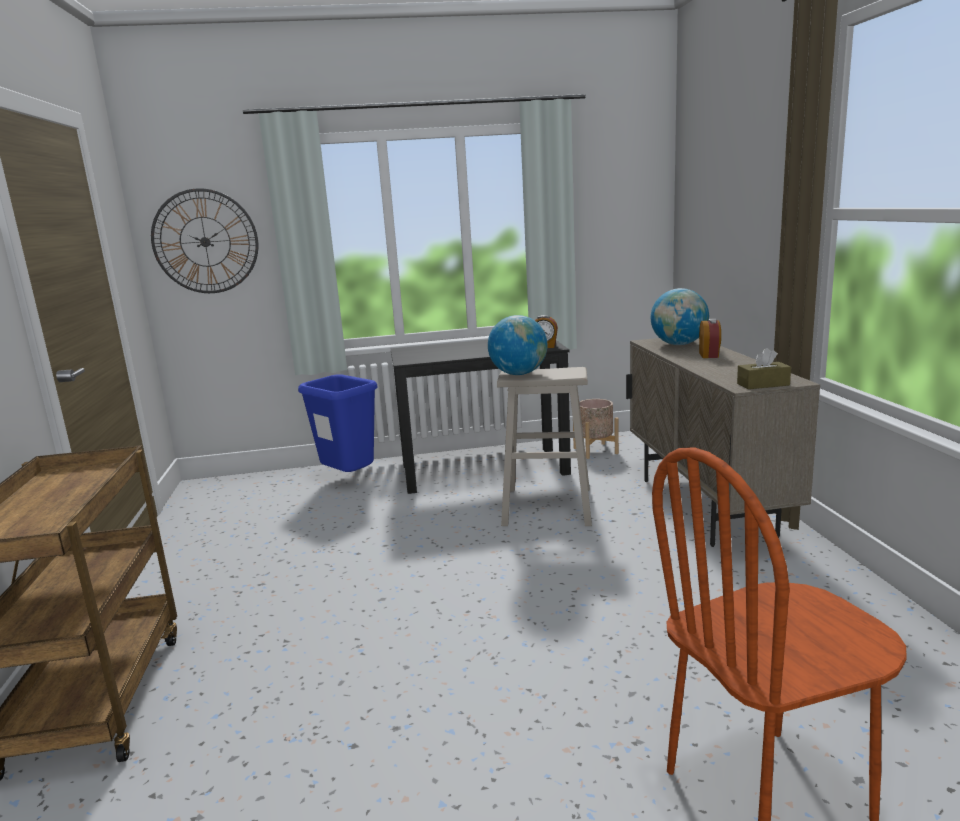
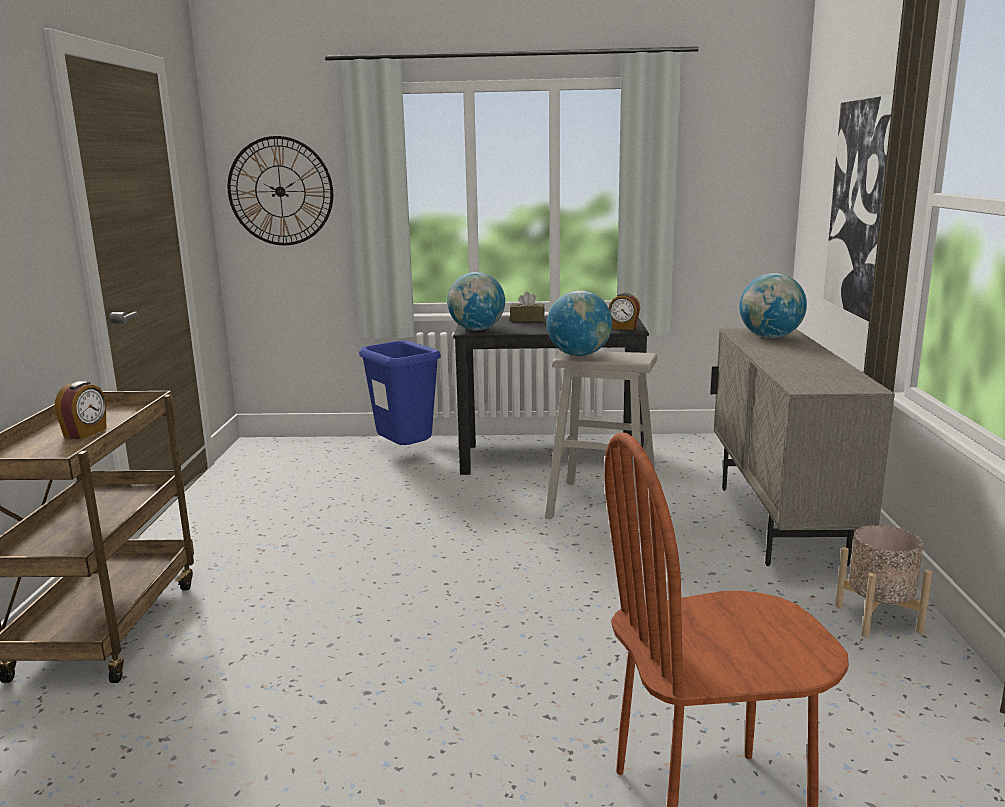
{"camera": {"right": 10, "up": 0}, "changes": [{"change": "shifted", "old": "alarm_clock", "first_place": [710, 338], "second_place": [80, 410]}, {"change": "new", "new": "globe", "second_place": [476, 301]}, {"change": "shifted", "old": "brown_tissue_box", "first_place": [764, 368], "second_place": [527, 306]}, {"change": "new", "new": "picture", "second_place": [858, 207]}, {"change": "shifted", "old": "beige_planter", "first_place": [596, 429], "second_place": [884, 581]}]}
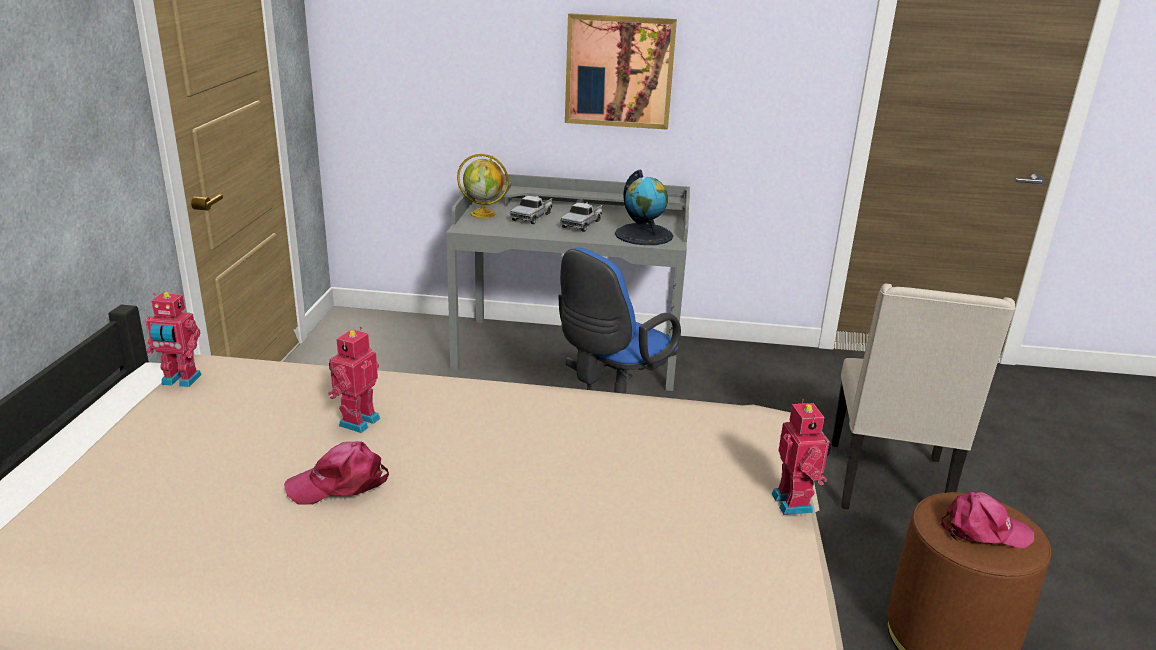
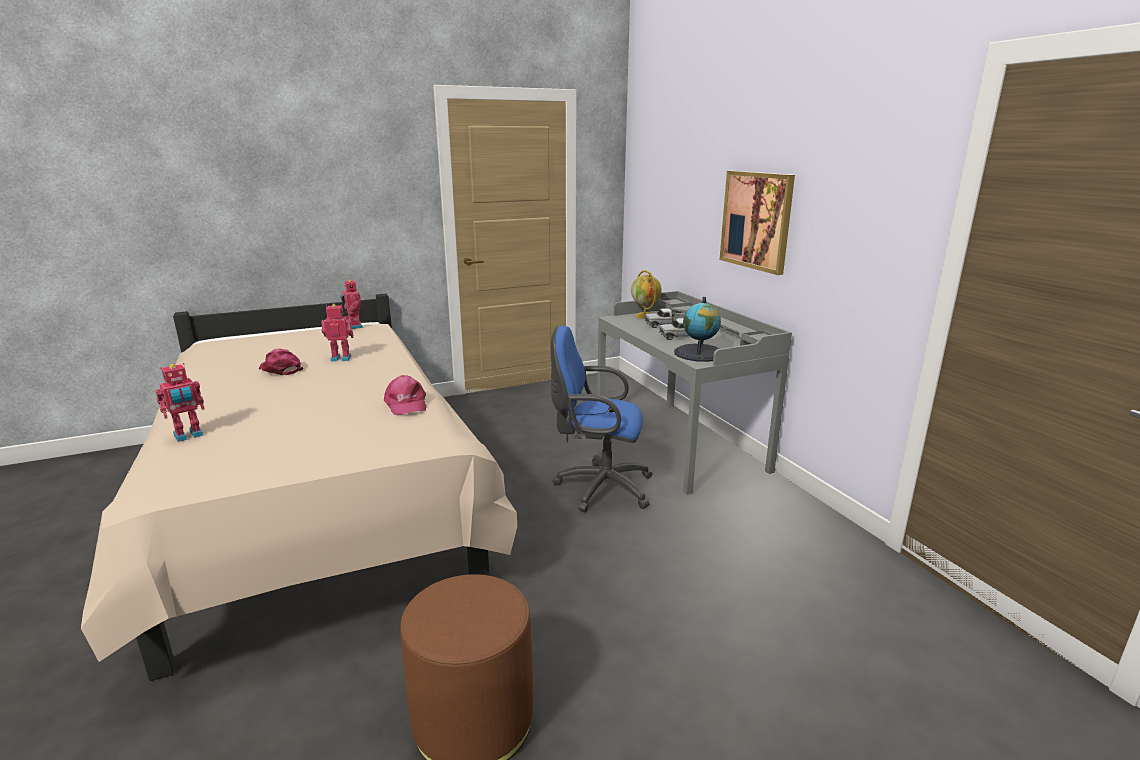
{"camera": {"right": 60, "up": -5}, "changes": [{"change": "shifted", "old": "toy_robot", "first_place": [802, 457], "second_place": [180, 402]}, {"change": "shifted", "old": "pink_cap", "first_place": [987, 520], "second_place": [405, 395]}, {"change": "gone", "old": "beige_chair", "first_place": [923, 396]}]}
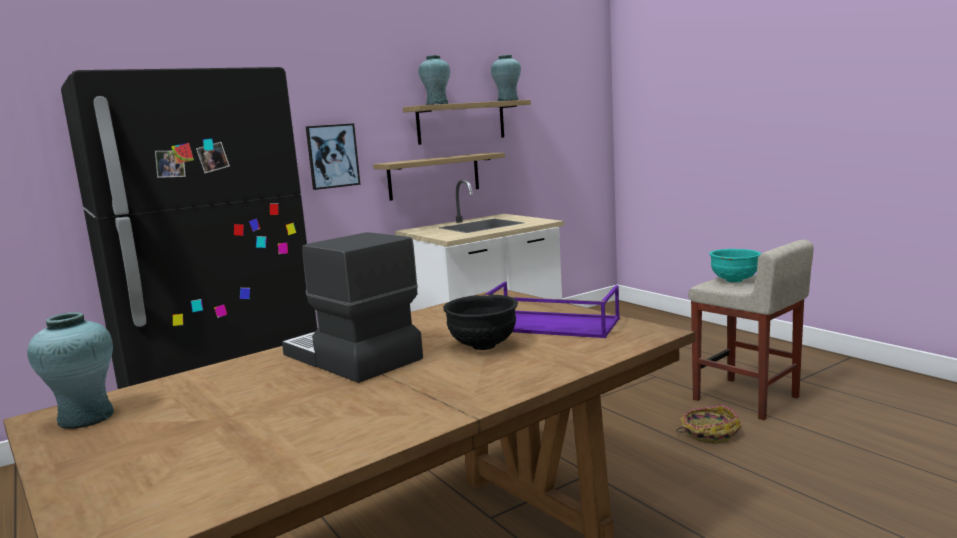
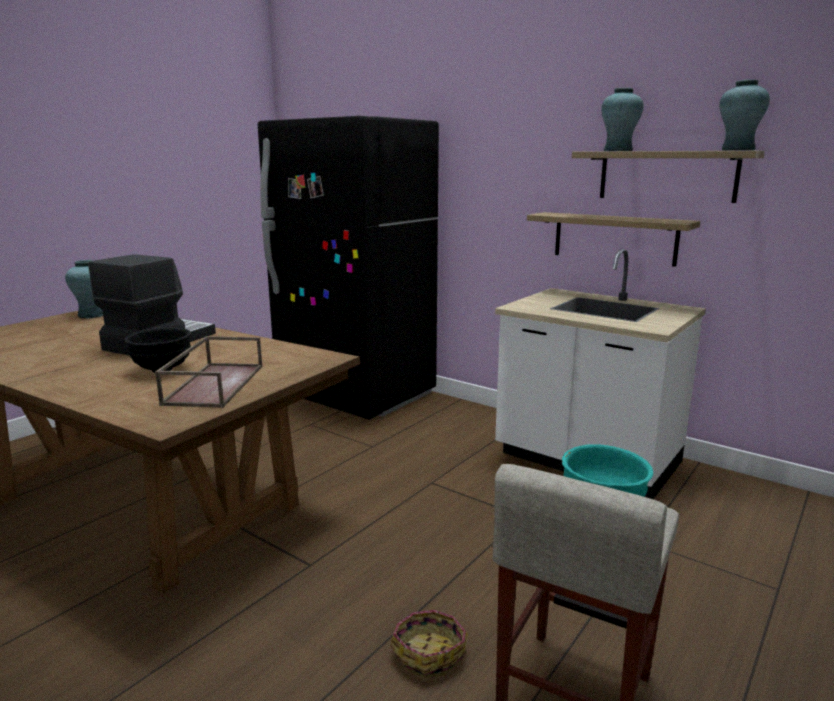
{"camera": {"right": 70, "up": 5}, "changes": [{"change": "repainted", "old": "purple_tray", "new": "brown_tray", "first_place": [552, 310], "second_place": [209, 372]}, {"change": "gone", "old": "picture", "first_place": [333, 156]}]}
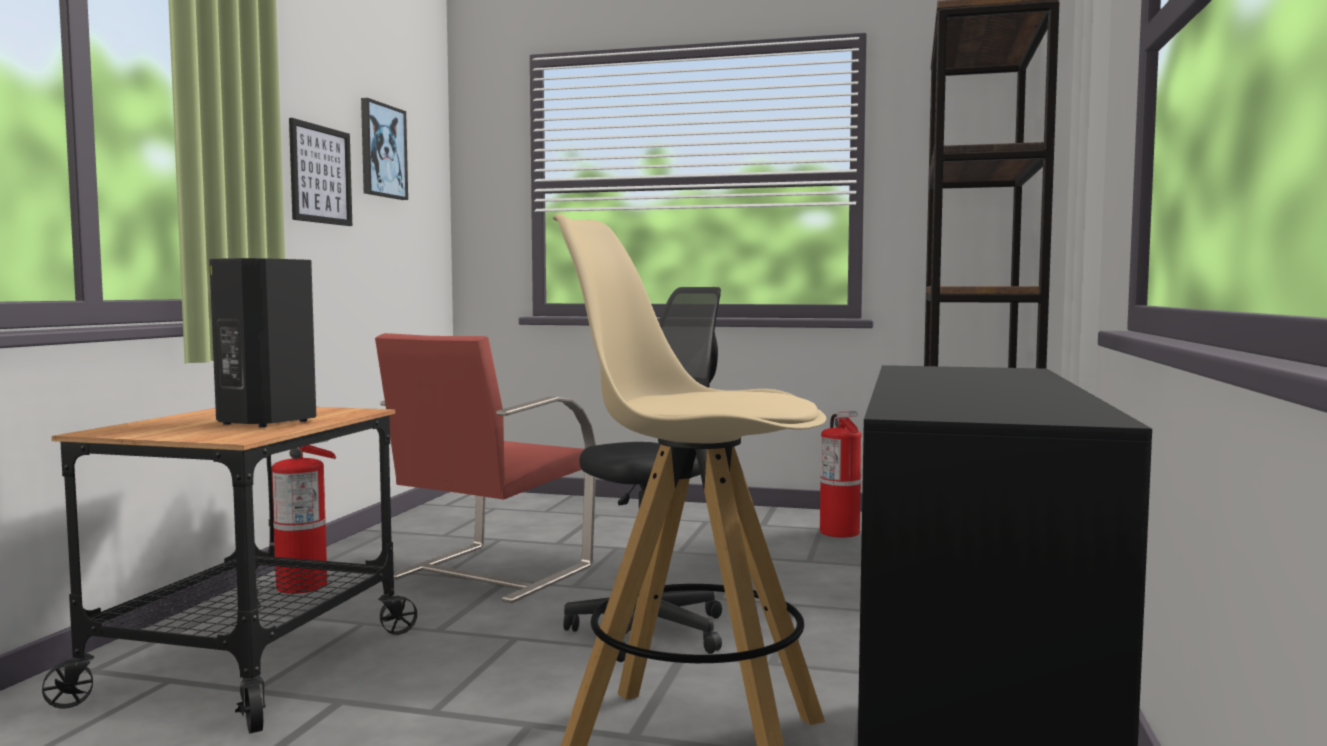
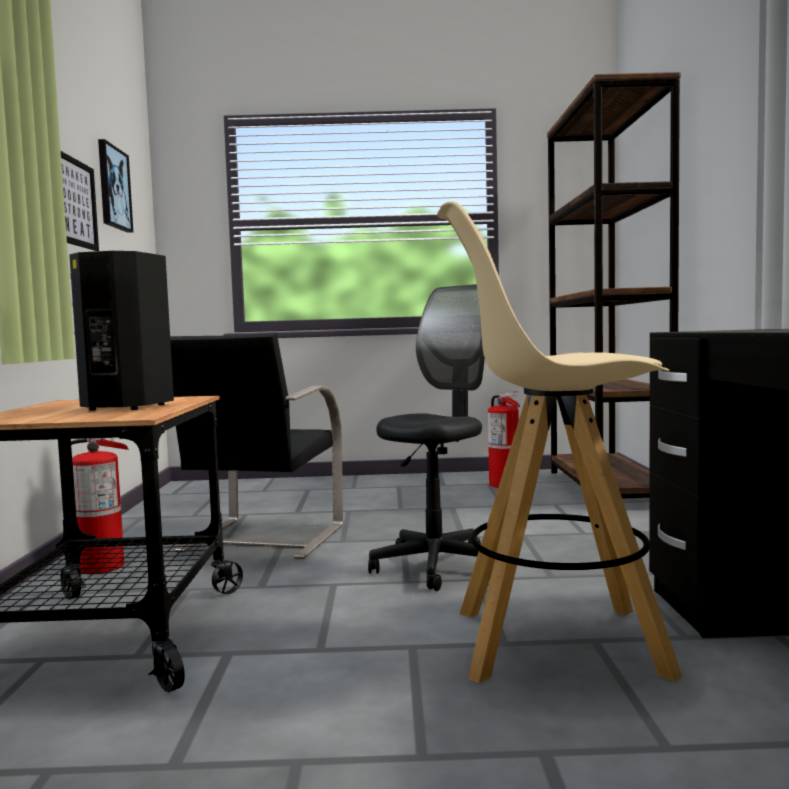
{"camera": {"right": -15, "up": 0}, "changes": [{"change": "repainted", "old": "red_chair", "new": "black_chair", "first_place": [485, 468], "second_place": [256, 446]}]}
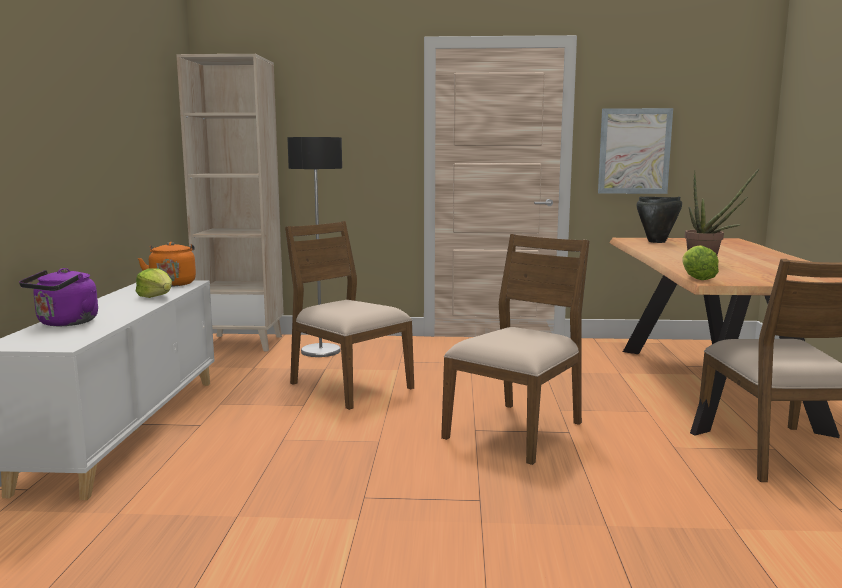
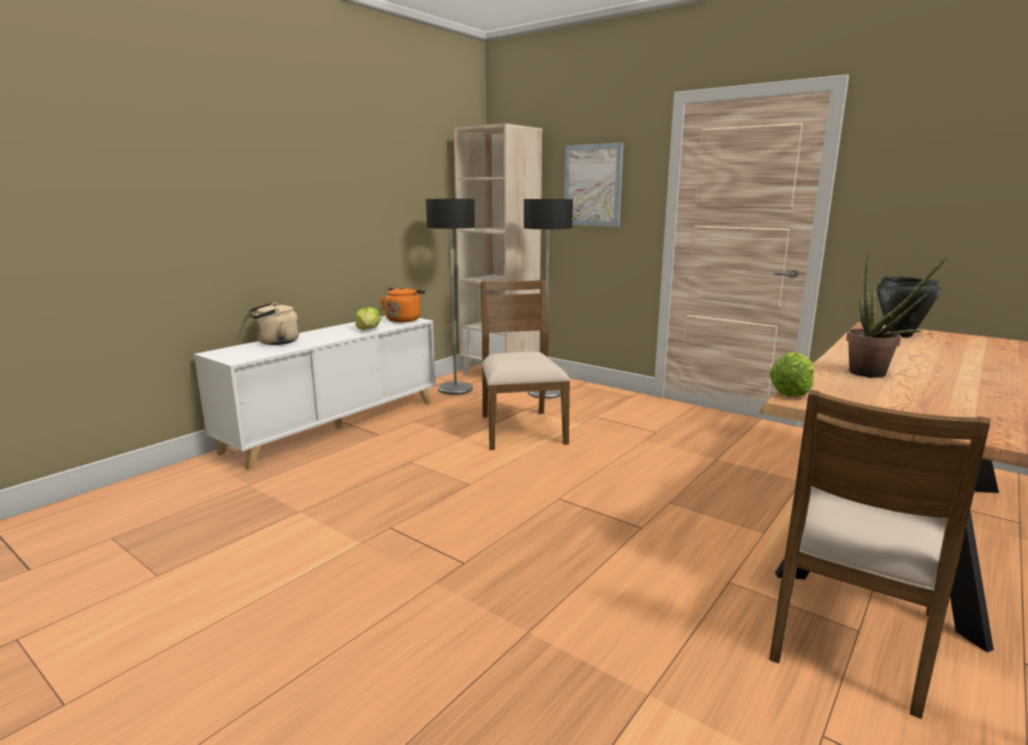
{"camera": {"right": 35, "up": 5}, "changes": [{"change": "repainted", "old": "purple_kettle", "new": "beige_kettle", "first_place": [58, 297], "second_place": [273, 324]}, {"change": "new", "new": "floor_lamp", "second_place": [450, 297]}, {"change": "shifted", "old": "picture", "first_place": [635, 151], "second_place": [593, 185]}, {"change": "gone", "old": "brown_chair", "first_place": [515, 349]}]}
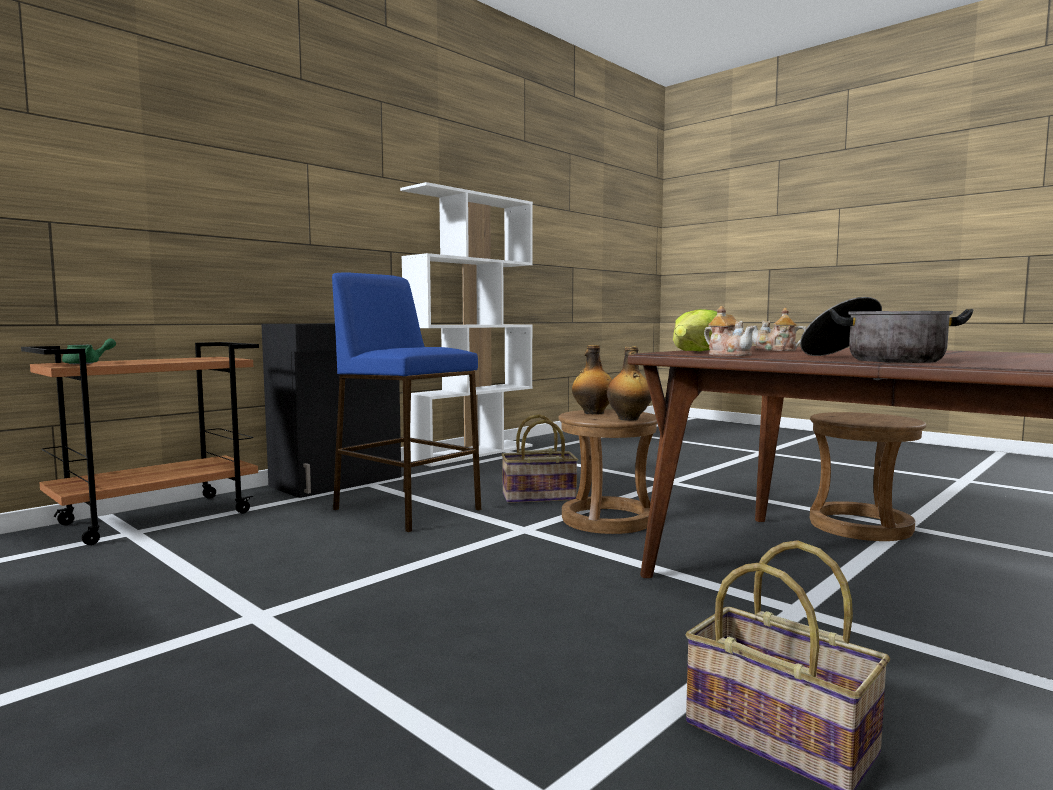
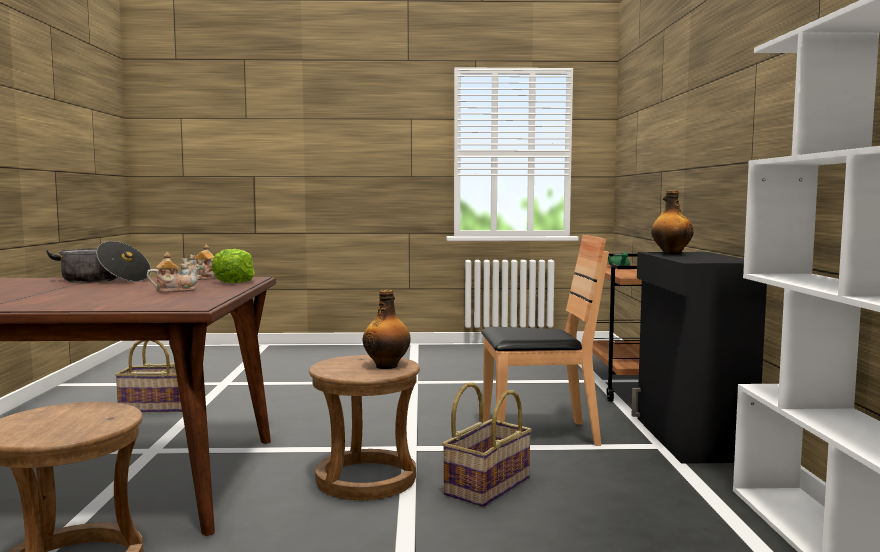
{"camera": {"right": 135, "up": 0}, "changes": [{"change": "swapped", "old": "blue_stool", "new": "brown_chair", "first_place": [406, 402], "second_place": [545, 340]}, {"change": "shifted", "old": "bottle", "first_place": [629, 384], "second_place": [672, 222]}]}
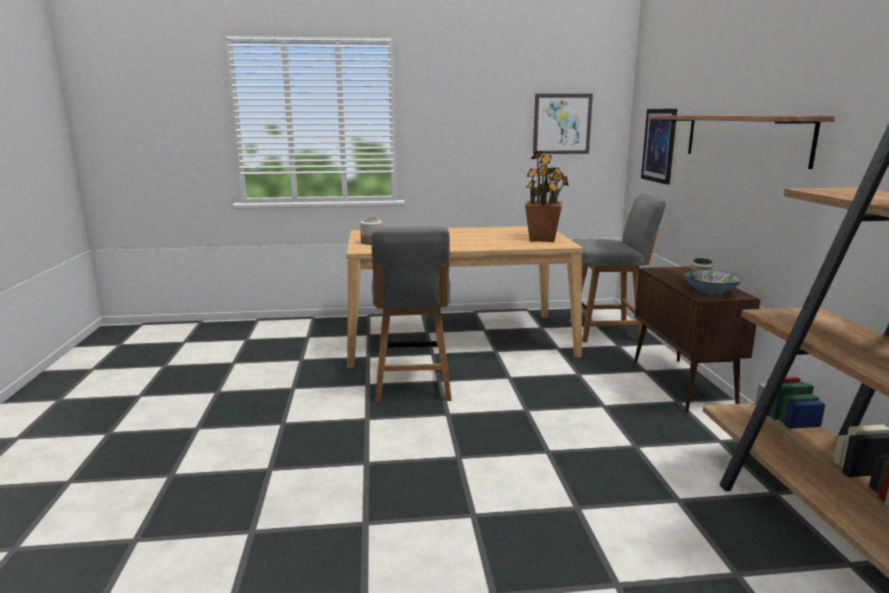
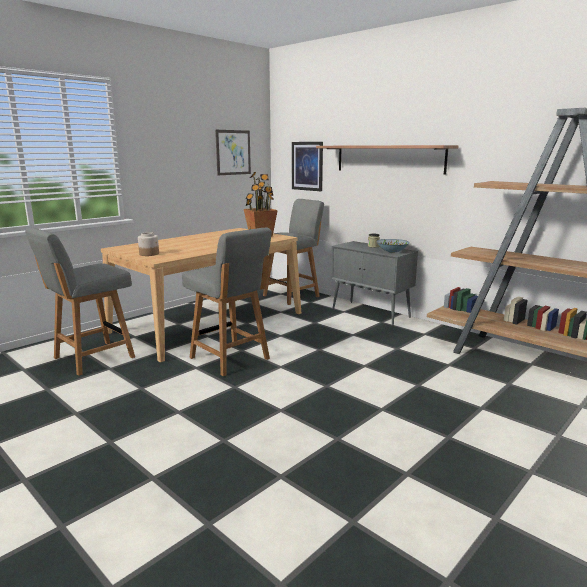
{"camera": {"right": -40, "up": 0}, "changes": [{"change": "new", "new": "grey_chair", "second_place": [80, 301]}, {"change": "repainted", "old": "brown_cabinet", "new": "grey_cabinet", "first_place": [697, 339], "second_place": [374, 283]}]}
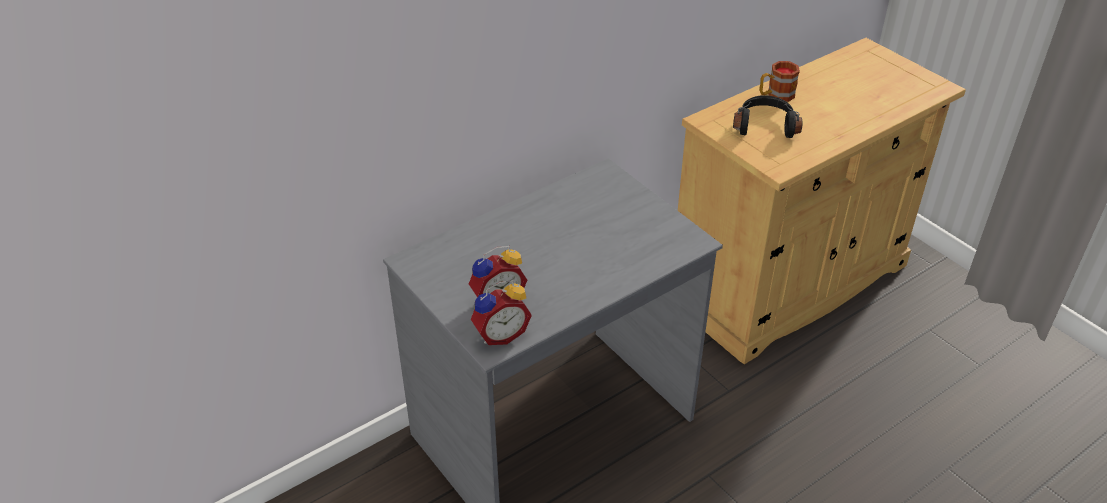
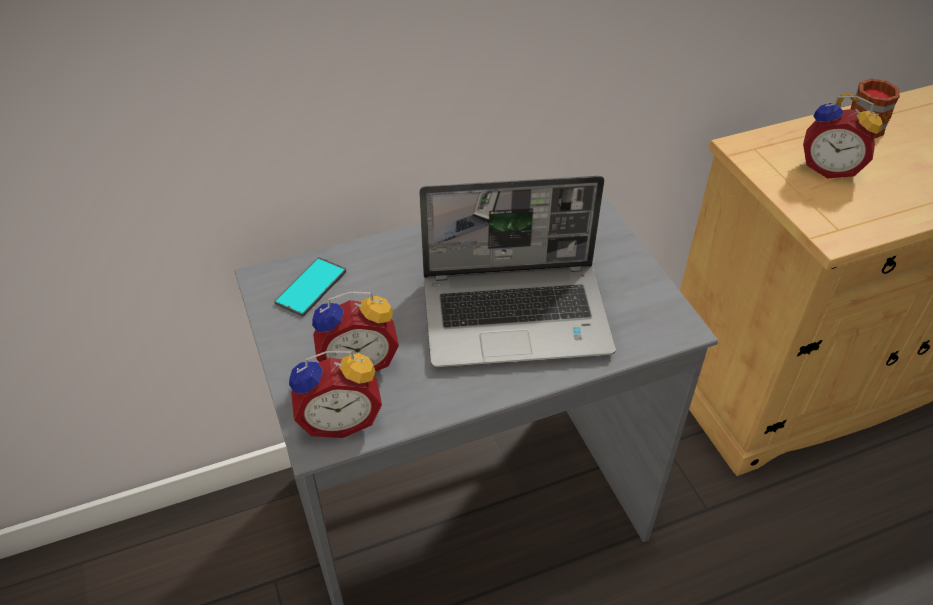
{"camera": {"right": 15, "up": 5}, "changes": [{"change": "new", "new": "phone", "second_place": [310, 287]}, {"change": "new", "new": "laptop", "second_place": [517, 271]}, {"change": "swapped", "old": "black_headphones", "new": "alarm_clock", "first_place": [767, 116], "second_place": [843, 137]}]}
